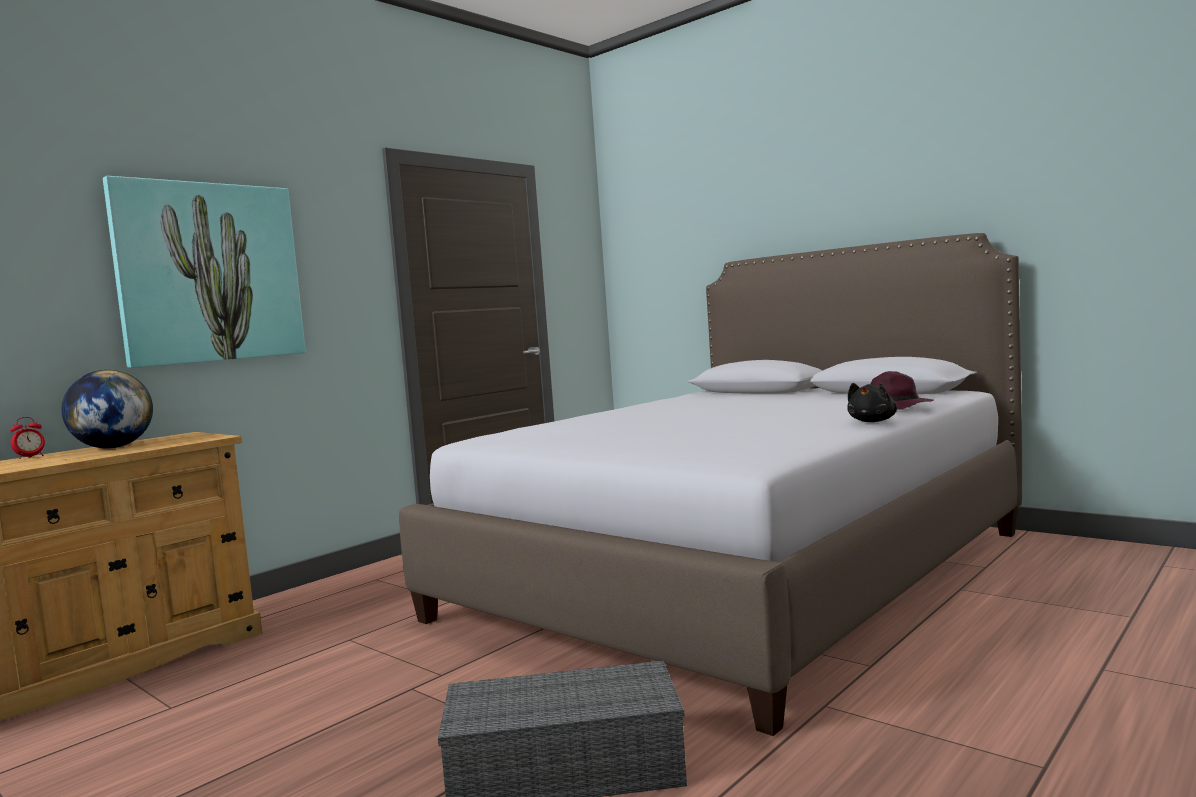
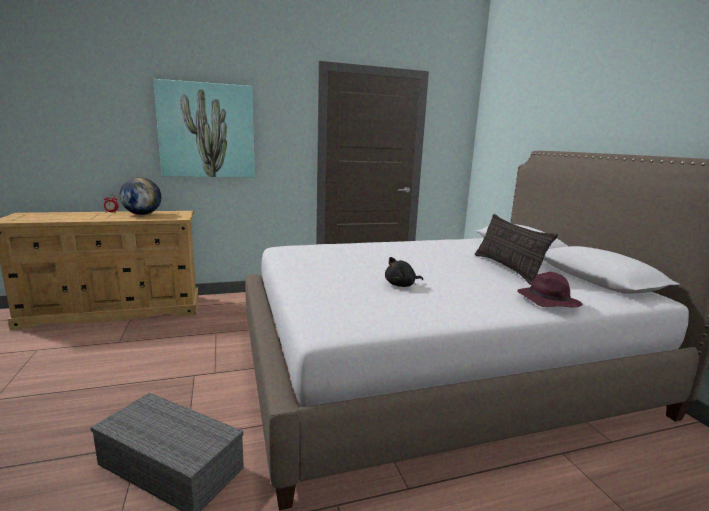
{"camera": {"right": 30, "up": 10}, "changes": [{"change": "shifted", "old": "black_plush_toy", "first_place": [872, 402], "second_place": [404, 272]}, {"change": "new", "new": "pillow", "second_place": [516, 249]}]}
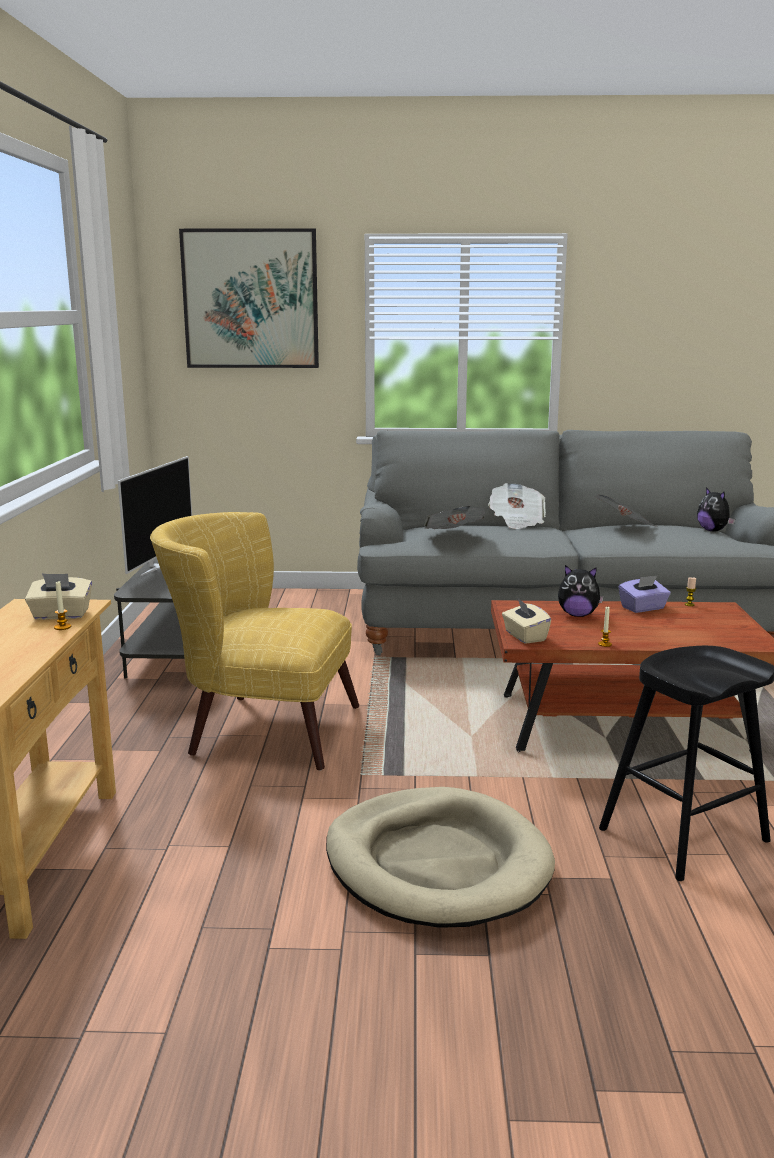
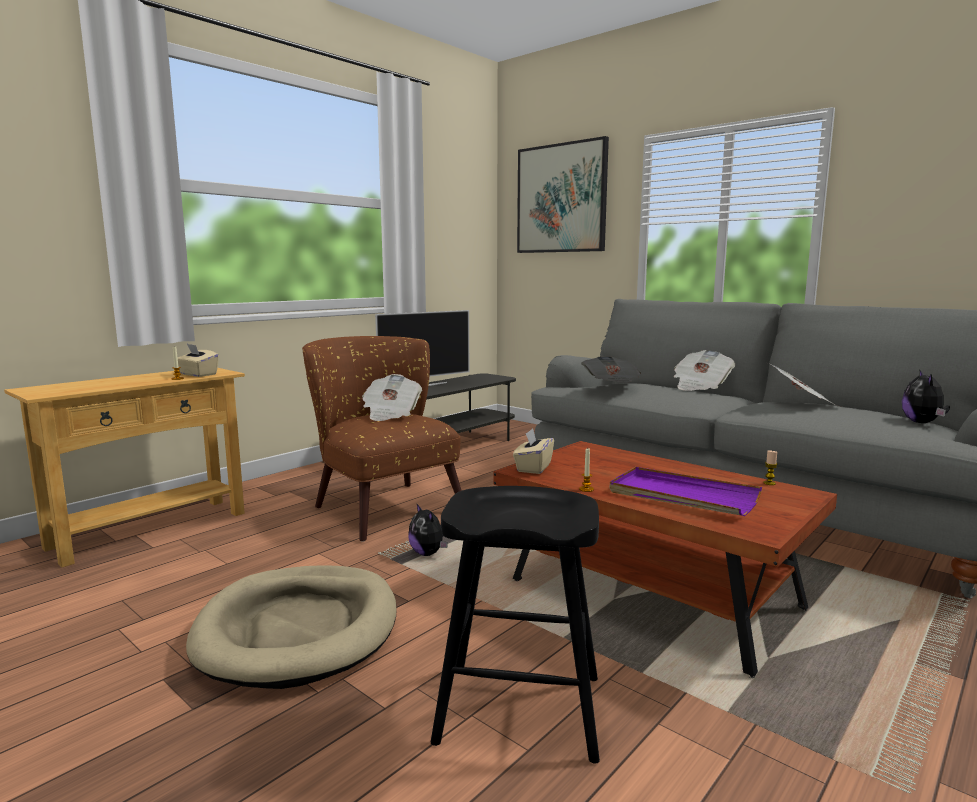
{"camera": {"right": 40, "up": -5}, "changes": [{"change": "repainted", "old": "yellow_armchair", "new": "brown_armchair", "first_place": [254, 641], "second_place": [382, 439]}, {"change": "new", "new": "newspaper", "second_place": [392, 397]}, {"change": "shifted", "old": "plush_toy", "first_place": [581, 591], "second_place": [428, 530]}, {"change": "new", "new": "purple_tray", "second_place": [686, 491]}, {"change": "gone", "old": "purple_tissue_box", "first_place": [645, 594]}]}
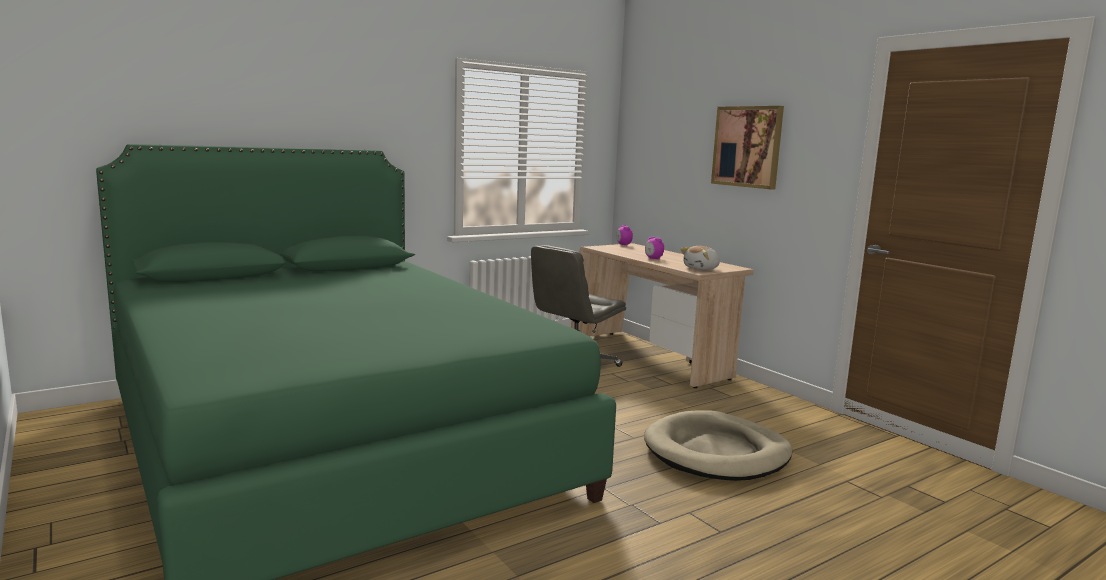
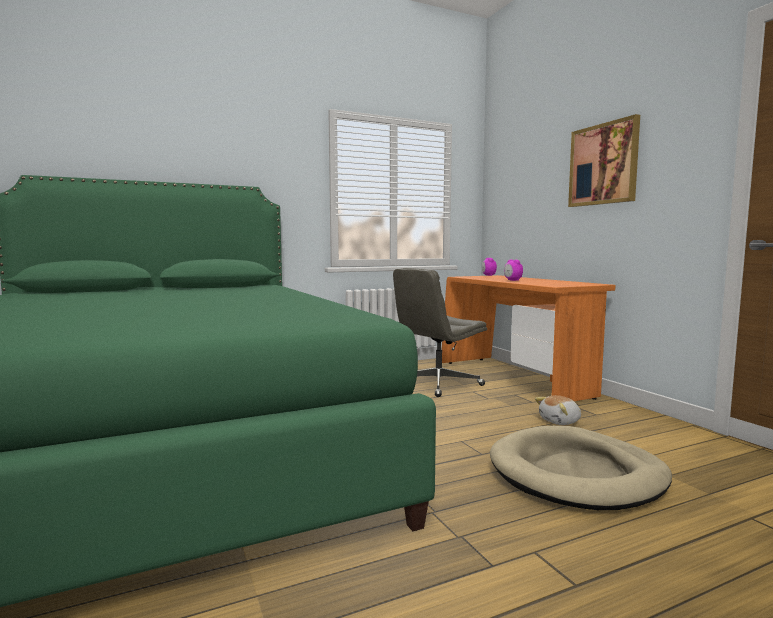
{"camera": {"right": 10, "up": -5}, "changes": [{"change": "repainted", "old": "beige_desk", "new": "orange_desk", "first_place": [662, 315], "second_place": [528, 338]}, {"change": "shifted", "old": "plush_toy", "first_place": [700, 258], "second_place": [558, 410]}]}
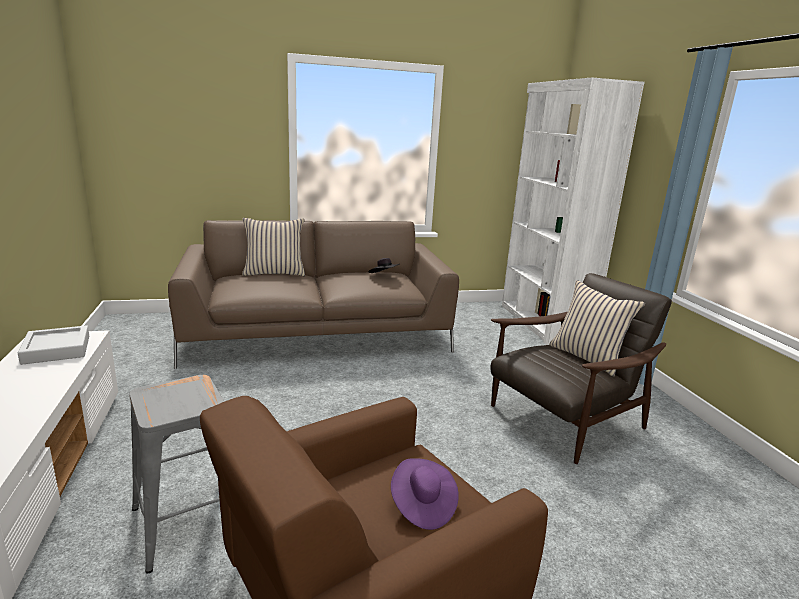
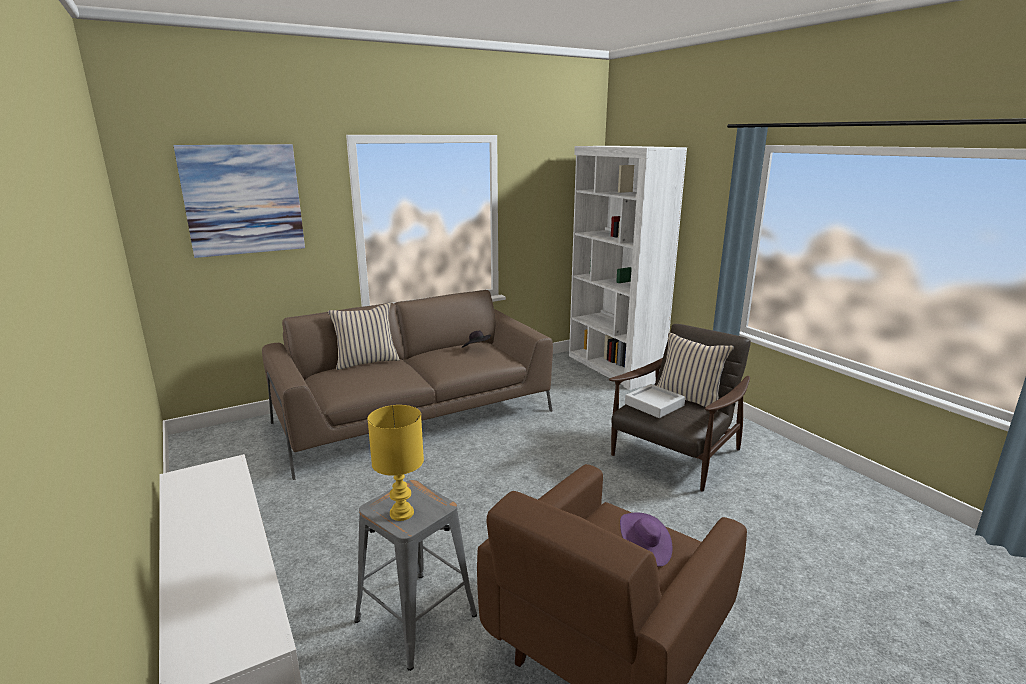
{"camera": {"right": -15, "up": 0}, "changes": [{"change": "new", "new": "picture", "second_place": [239, 201]}, {"change": "new", "new": "yellow_table_lamp", "second_place": [395, 463]}, {"change": "shifted", "old": "grey_tray", "first_place": [53, 345], "second_place": [655, 401]}]}
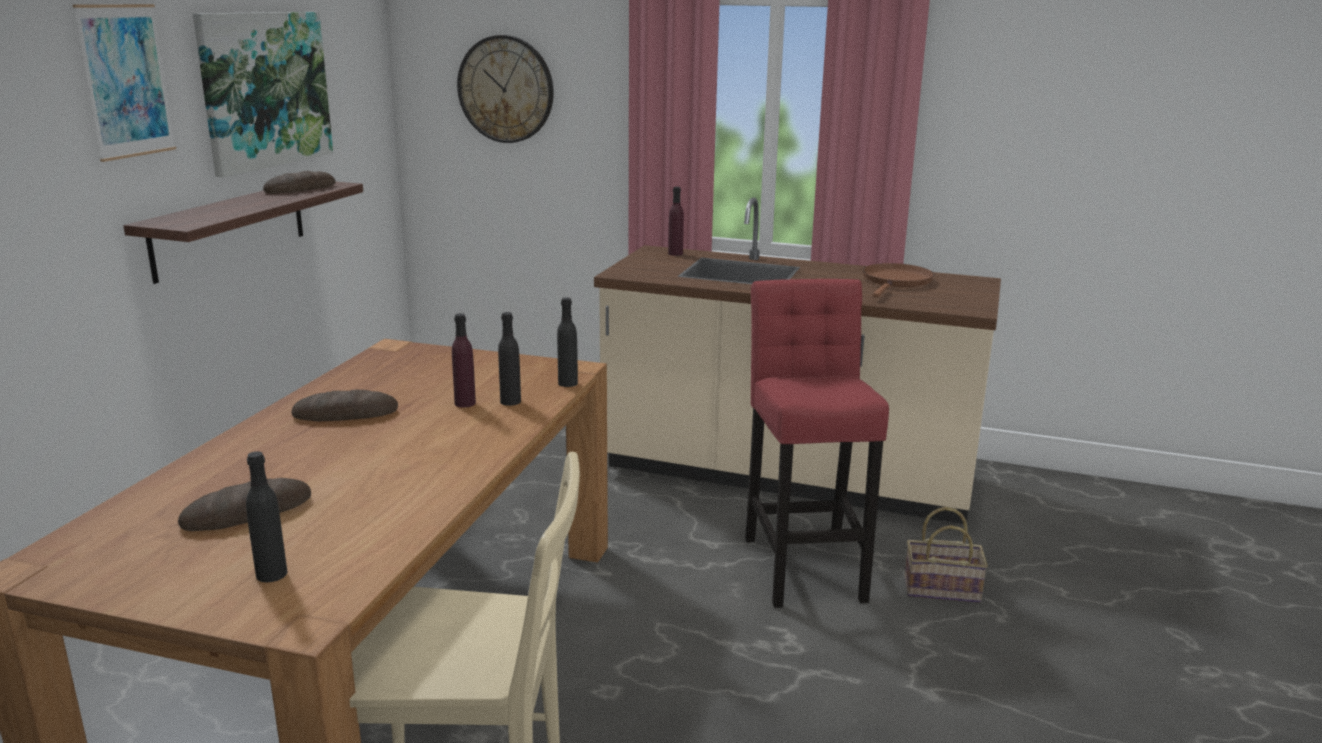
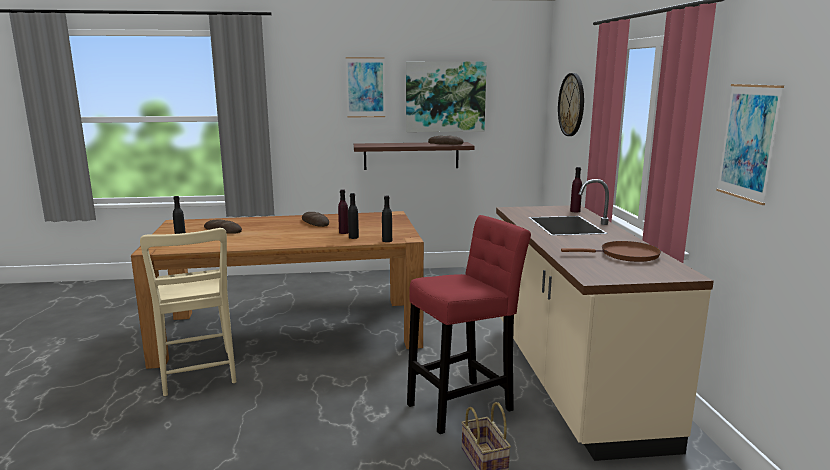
{"camera": {"right": 65, "up": -5}, "changes": [{"change": "new", "new": "picture", "second_place": [750, 144]}]}
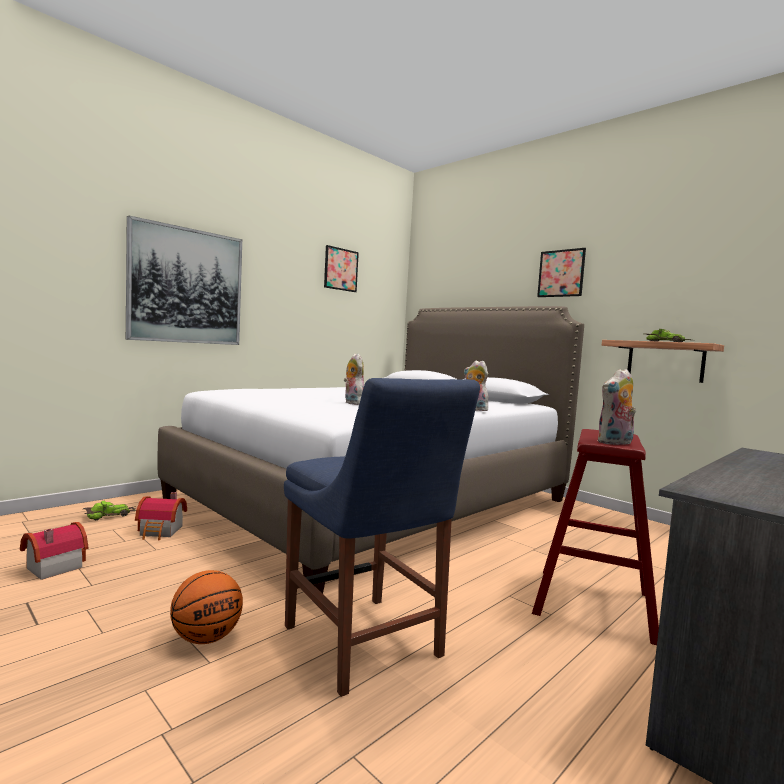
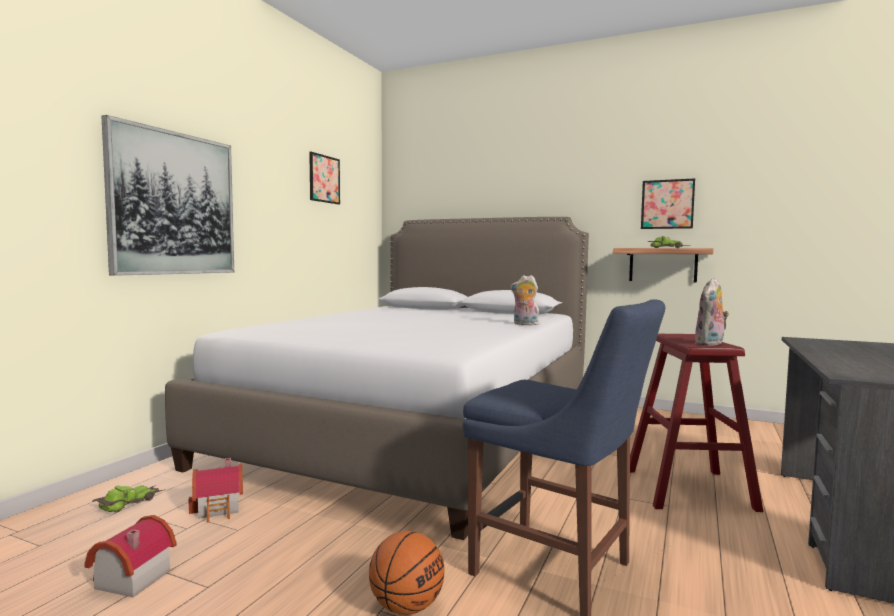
{"camera": {"right": -20, "up": 0}, "changes": [{"change": "shifted", "old": "picture", "first_place": [561, 272], "second_place": [668, 203]}, {"change": "gone", "old": "plush_toy", "first_place": [354, 379]}]}
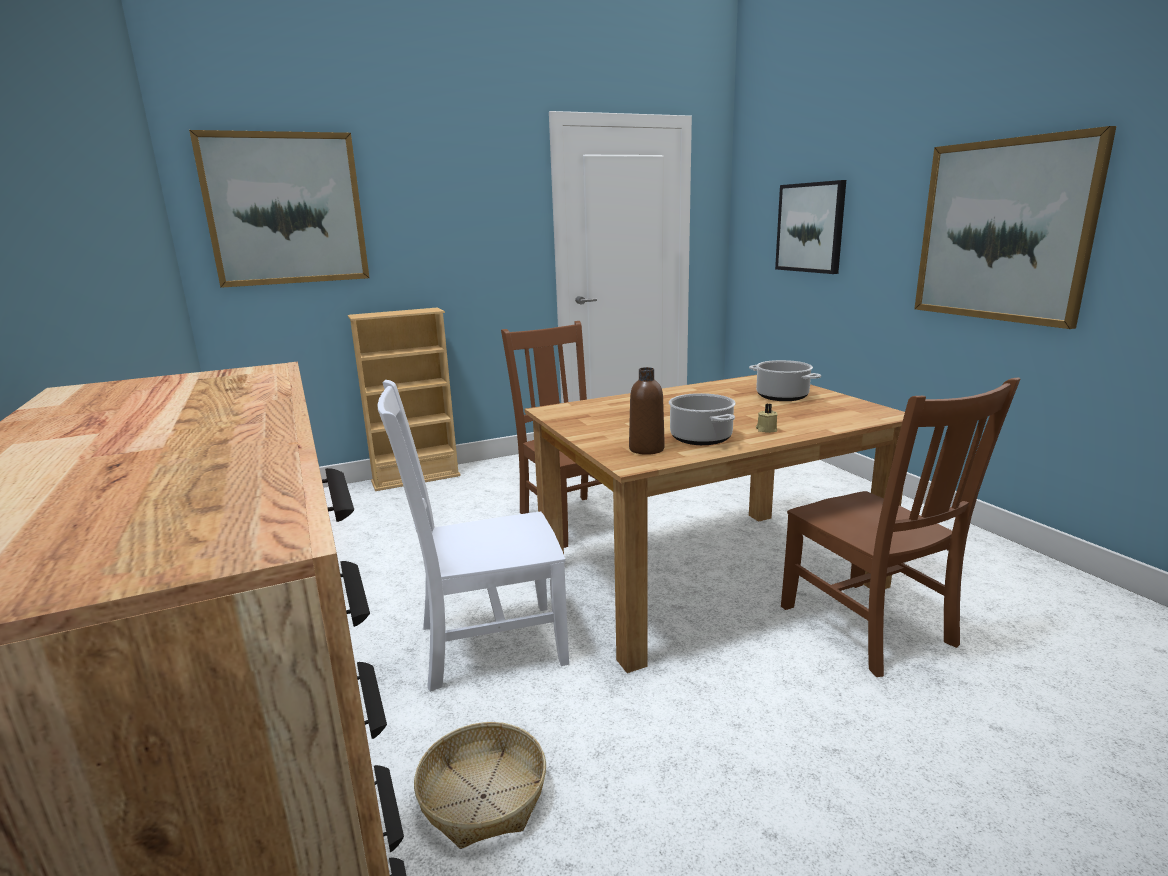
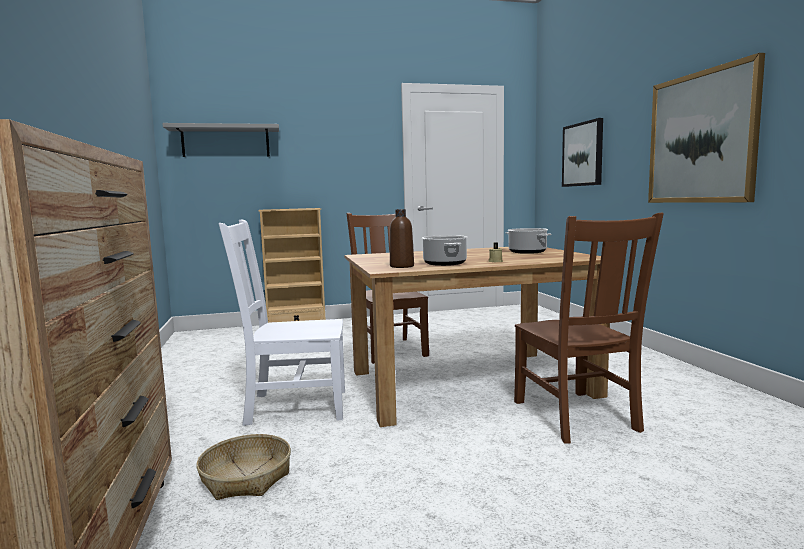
{"camera": {"right": 10, "up": -10}, "changes": [{"change": "swapped", "old": "picture", "new": "grey_shelf", "first_place": [279, 209], "second_place": [220, 140]}]}
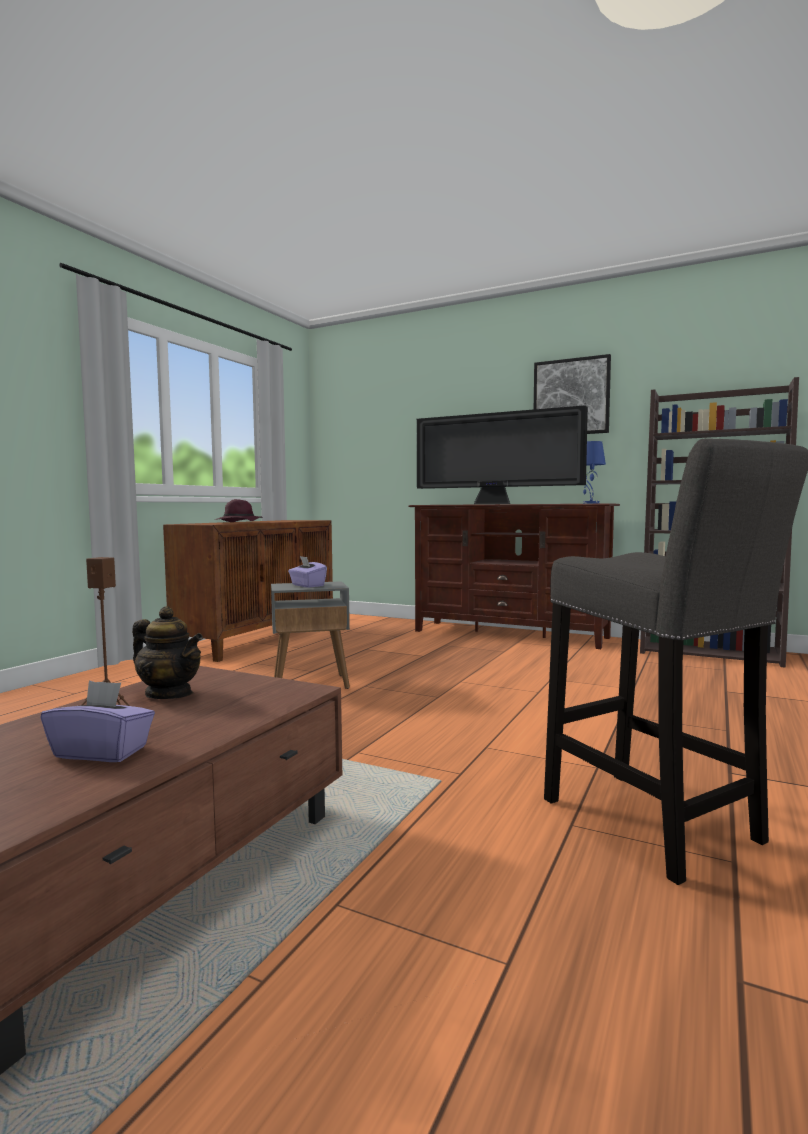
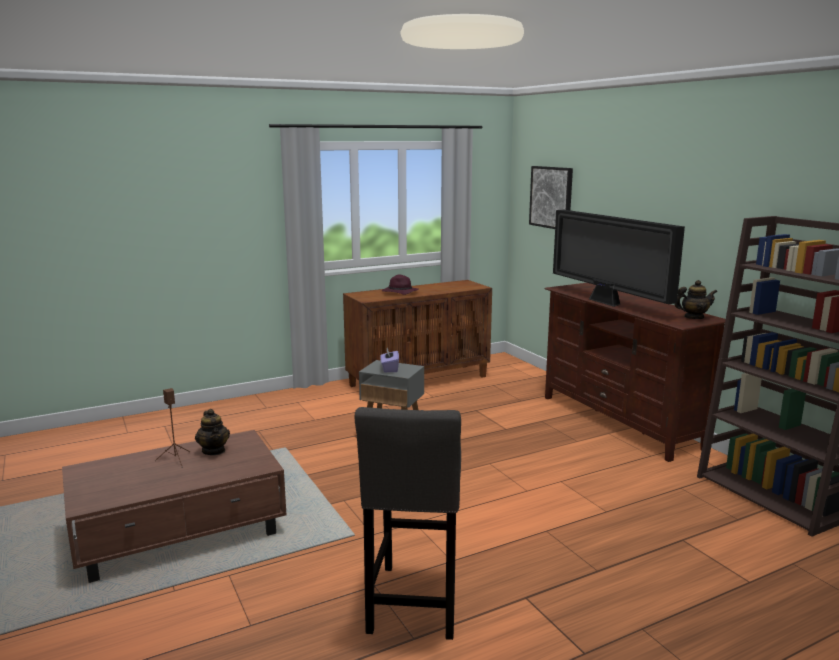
{"camera": {"right": 35, "up": 10}, "changes": [{"change": "shifted", "old": "picture", "first_place": [572, 394], "second_place": [551, 197]}, {"change": "swapped", "old": "blue_table_lamp", "new": "teapot", "first_place": [594, 472], "second_place": [696, 299]}, {"change": "gone", "old": "purple_tissue_box", "first_place": [97, 721]}]}
